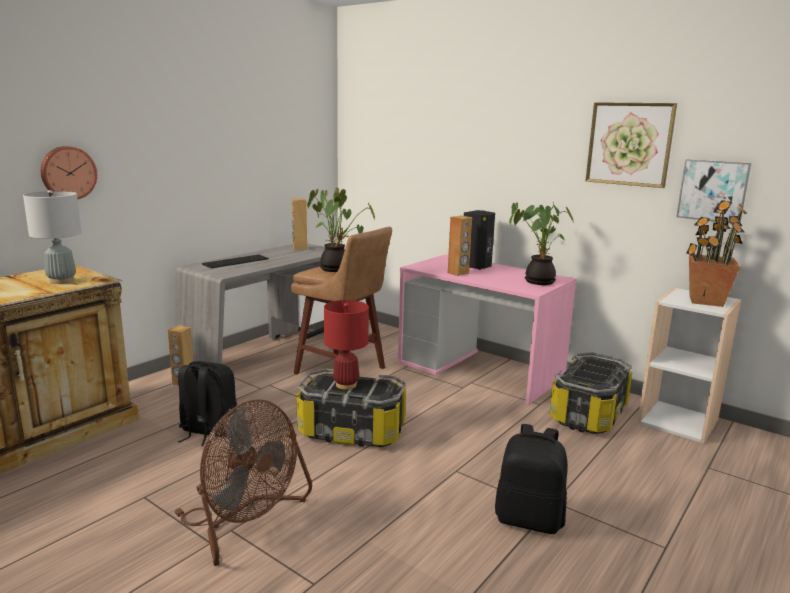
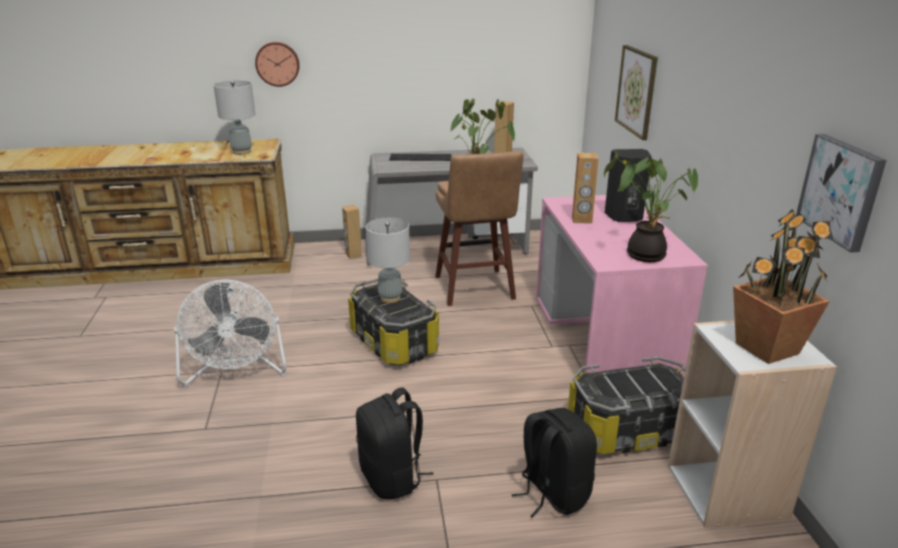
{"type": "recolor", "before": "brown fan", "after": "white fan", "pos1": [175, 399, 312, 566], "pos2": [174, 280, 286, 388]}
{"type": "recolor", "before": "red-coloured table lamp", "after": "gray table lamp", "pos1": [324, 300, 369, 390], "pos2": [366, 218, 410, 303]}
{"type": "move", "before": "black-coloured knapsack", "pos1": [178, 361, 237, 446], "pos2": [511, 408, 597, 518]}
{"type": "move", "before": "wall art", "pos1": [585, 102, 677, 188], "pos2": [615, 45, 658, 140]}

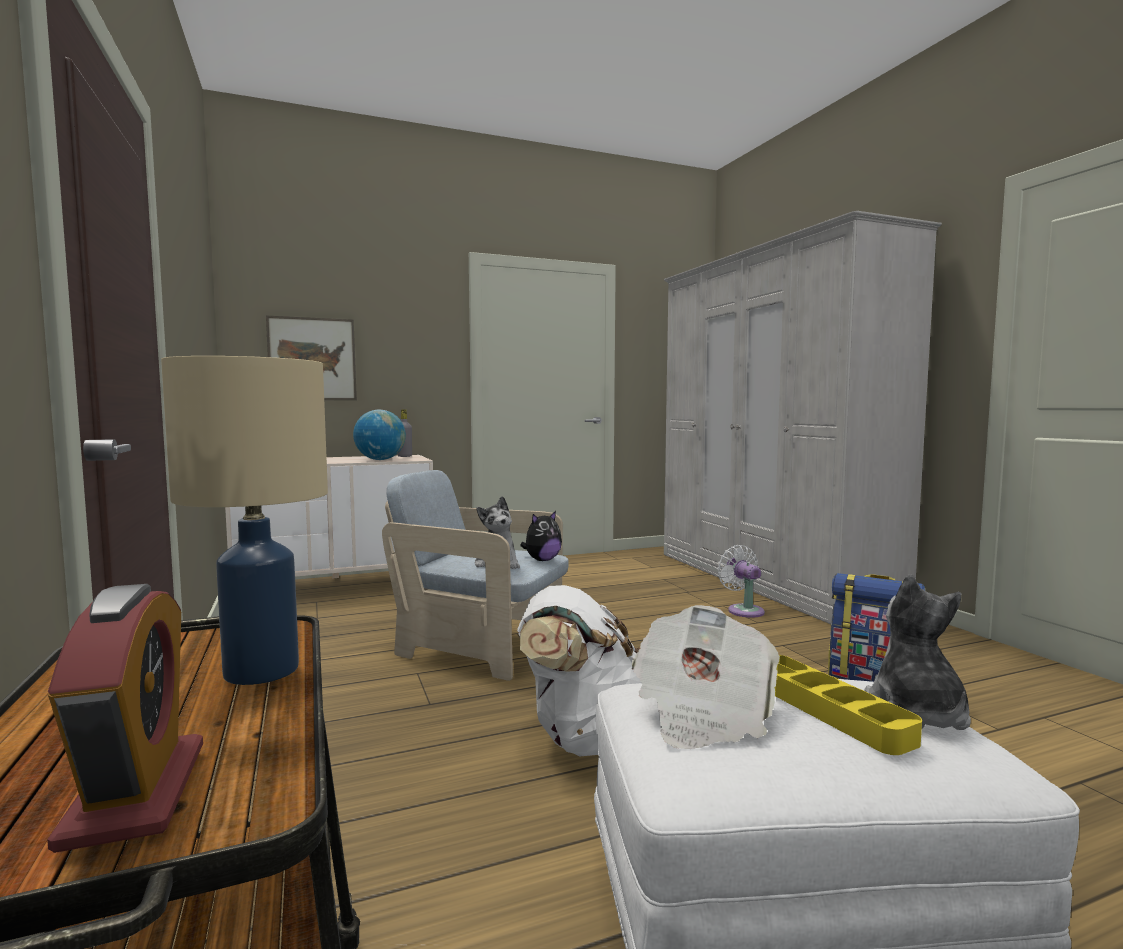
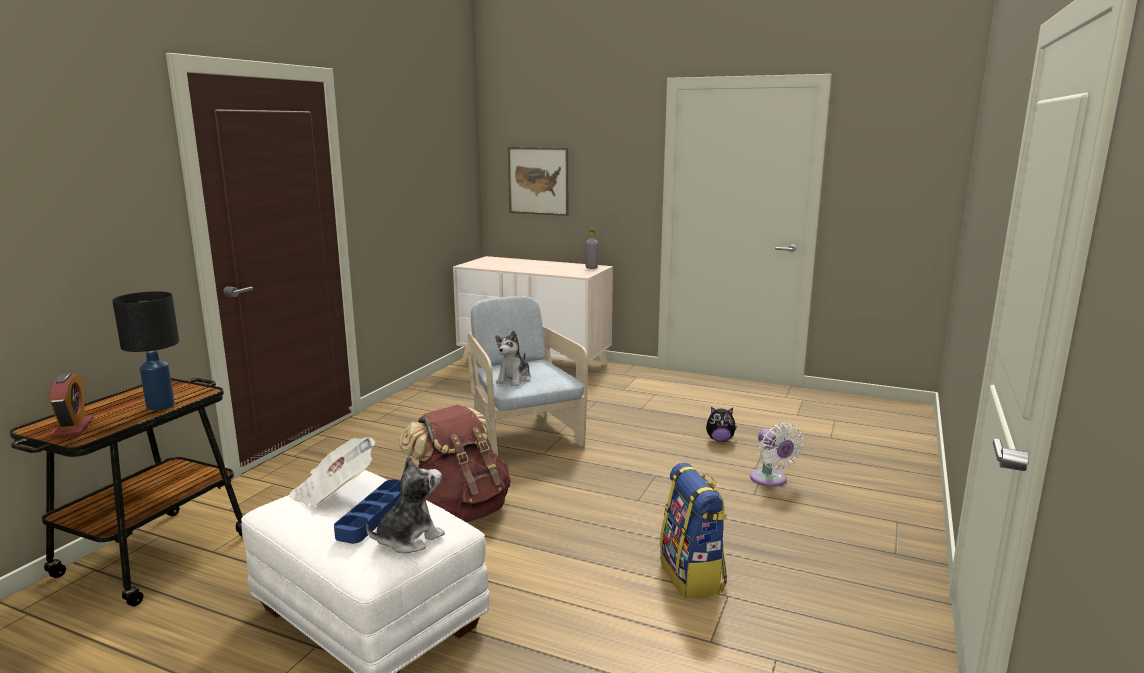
{"type": "rotate", "before": "bedside clock", "pos1": [47, 584, 203, 853], "pos2": [49, 373, 93, 437], "turn": -45}
{"type": "recolor", "before": "beige table lamp", "after": "black-coloured table lamp", "pos1": [161, 356, 328, 685], "pos2": [112, 291, 179, 411]}
{"type": "recolor", "before": "yellow carrying tray", "after": "bluish carrying tray", "pos1": [775, 655, 922, 755], "pos2": [334, 479, 401, 544]}
{"type": "recolor", "before": "white knapsack", "after": "brown knapsack", "pos1": [517, 585, 641, 756], "pos2": [399, 405, 511, 522]}
{"type": "move", "before": "cuddly toy", "pos1": [520, 511, 562, 561], "pos2": [706, 407, 737, 442]}
{"type": "rotate", "before": "white fan", "pos1": [717, 545, 765, 618], "pos2": [750, 423, 803, 487], "turn": 135}
{"type": "delete", "before": "globe", "pos1": [353, 410, 406, 460]}
{"type": "delete", "before": "white armoire", "pos1": [664, 211, 942, 624]}

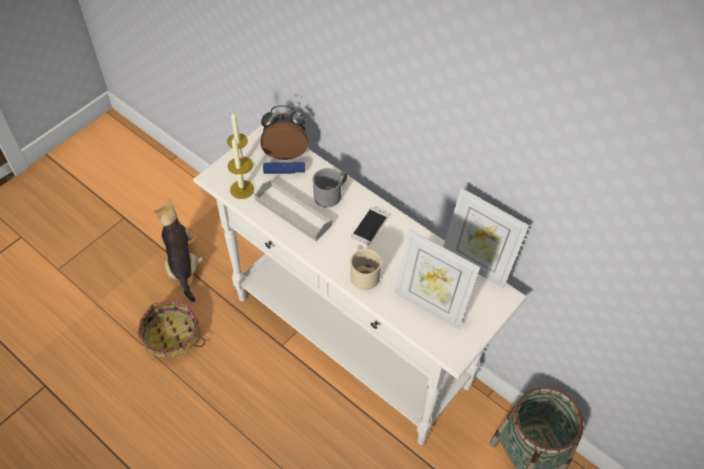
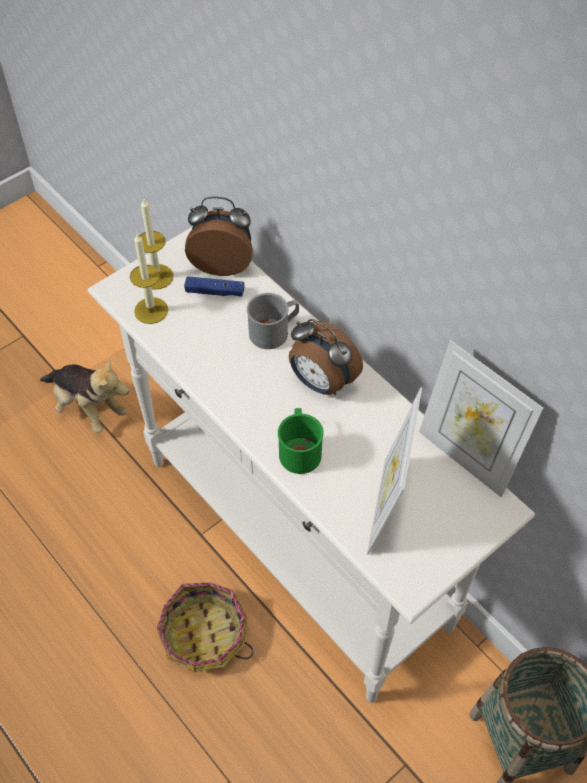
{"type": "rotate", "before": "cuddly toy", "pos1": [154, 199, 204, 302], "pos2": [40, 358, 129, 433], "turn": 135}
{"type": "move", "before": "storage basket", "pos1": [137, 301, 205, 359], "pos2": [157, 582, 253, 672]}
{"type": "recolor", "before": "beige mug", "after": "green mug", "pos1": [350, 245, 382, 290], "pos2": [278, 408, 323, 474]}
{"type": "replace", "before": "phone", "after": "bedside clock", "pos1": [351, 207, 389, 245], "pos2": [289, 319, 363, 395]}
{"type": "rotate", "before": "photo frame", "pos1": [394, 229, 480, 329], "pos2": [367, 387, 422, 554], "turn": 60}
{"type": "delete", "before": "gray carrying tray", "pos1": [255, 180, 332, 241]}

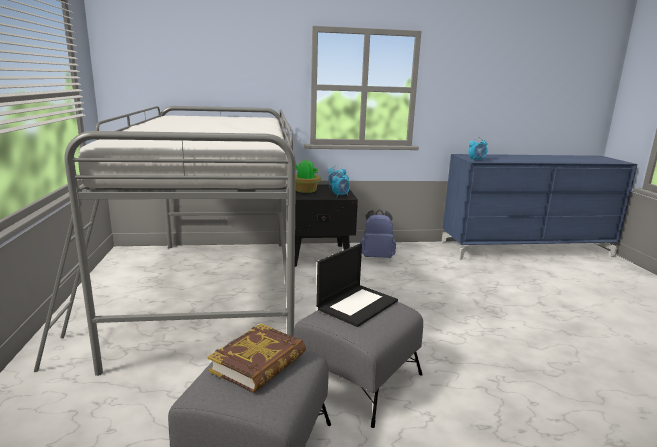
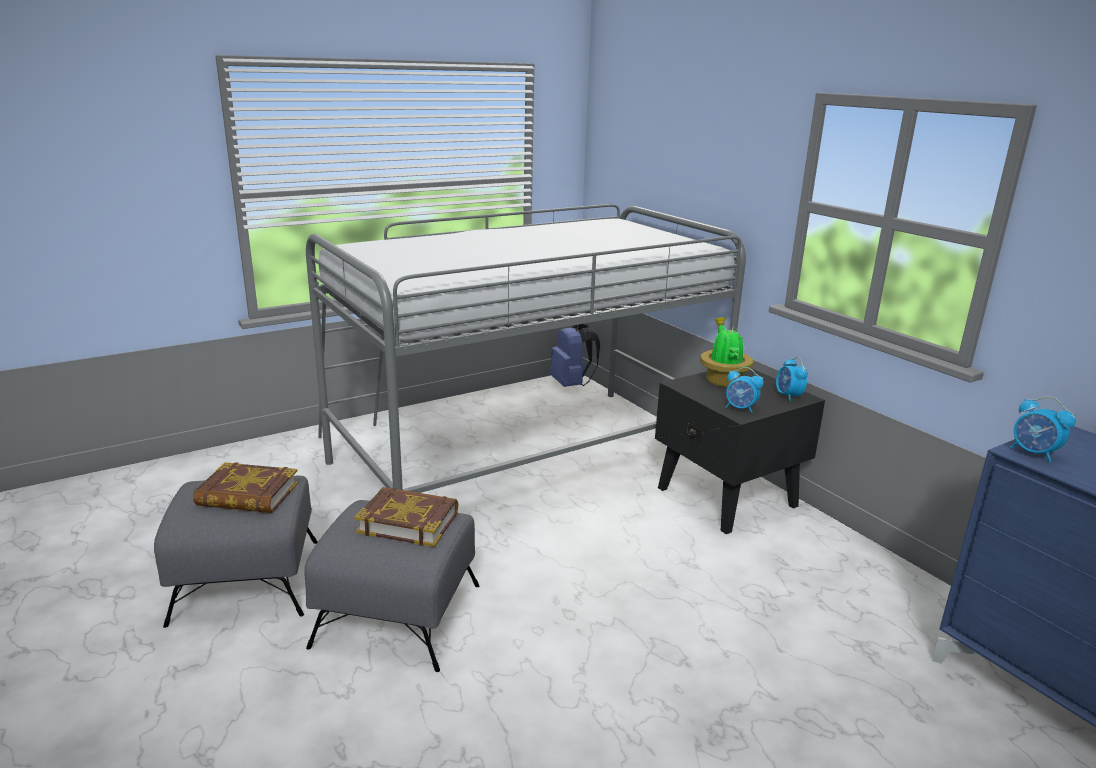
{"type": "replace", "before": "notebook computer", "after": "volume", "pos1": [316, 244, 398, 327], "pos2": [354, 487, 458, 547]}
{"type": "move", "before": "bluish knapsack", "pos1": [360, 209, 396, 258], "pos2": [550, 324, 600, 387]}

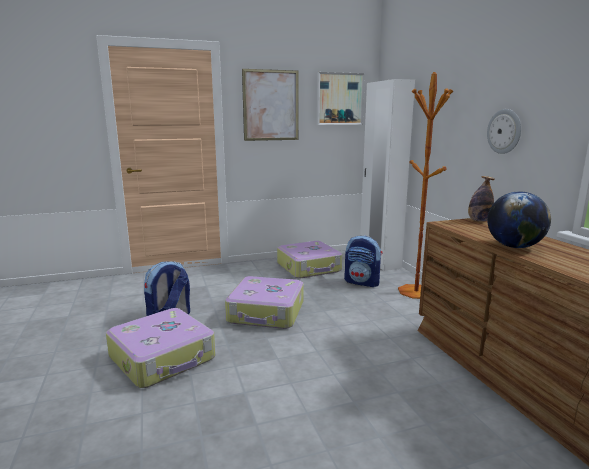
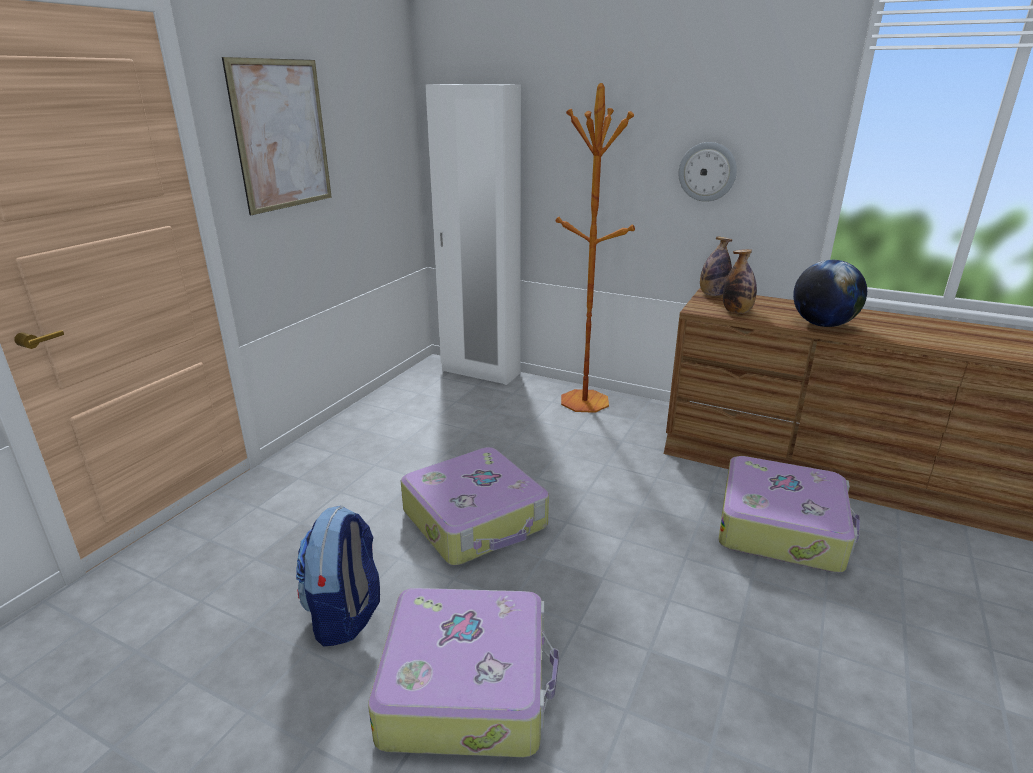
{"type": "move", "before": "travel case", "pos1": [277, 241, 342, 278], "pos2": [719, 456, 860, 573]}
{"type": "insert", "after": "beverage bottle", "pos2": [723, 249, 757, 314]}
{"type": "delete", "before": "wall art", "pos1": [317, 72, 365, 125]}
{"type": "delete", "before": "knapsack", "pos1": [344, 235, 383, 287]}

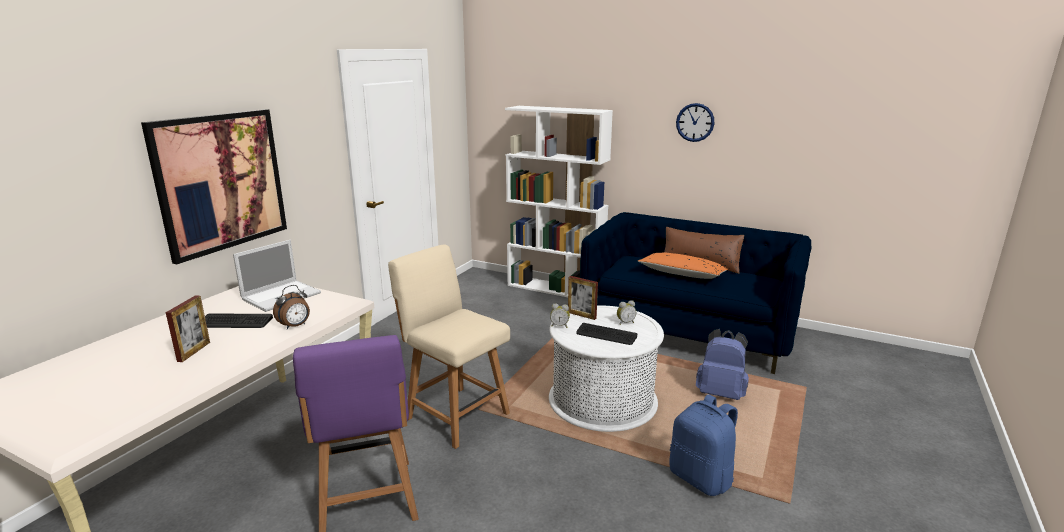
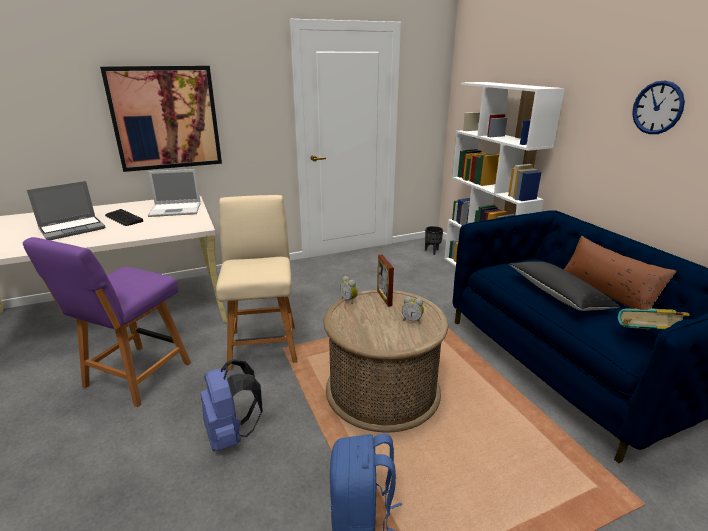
{"type": "replace", "before": "photo frame", "after": "notebook computer", "pos1": [166, 295, 210, 362], "pos2": [27, 181, 105, 240]}
{"type": "move", "before": "bluish knapsack", "pos1": [696, 329, 749, 400], "pos2": [200, 359, 263, 451]}
{"type": "recolor", "before": "white lounge table", "after": "brown lounge table", "pos1": [549, 306, 664, 432], "pos2": [324, 290, 448, 433]}
{"type": "insert", "after": "black-coloured planter", "pos2": [425, 226, 443, 255]}
{"type": "recolor", "before": "orangey cushion", "after": "black-coloured cushion", "pos1": [638, 253, 728, 279], "pos2": [509, 261, 621, 311]}
{"type": "insert", "after": "volume", "pos2": [618, 308, 690, 330]}
{"type": "delete", "before": "bedside clock", "pos1": [273, 285, 310, 330]}
{"type": "delete", "before": "computer keyboard", "pos1": [576, 323, 637, 345]}

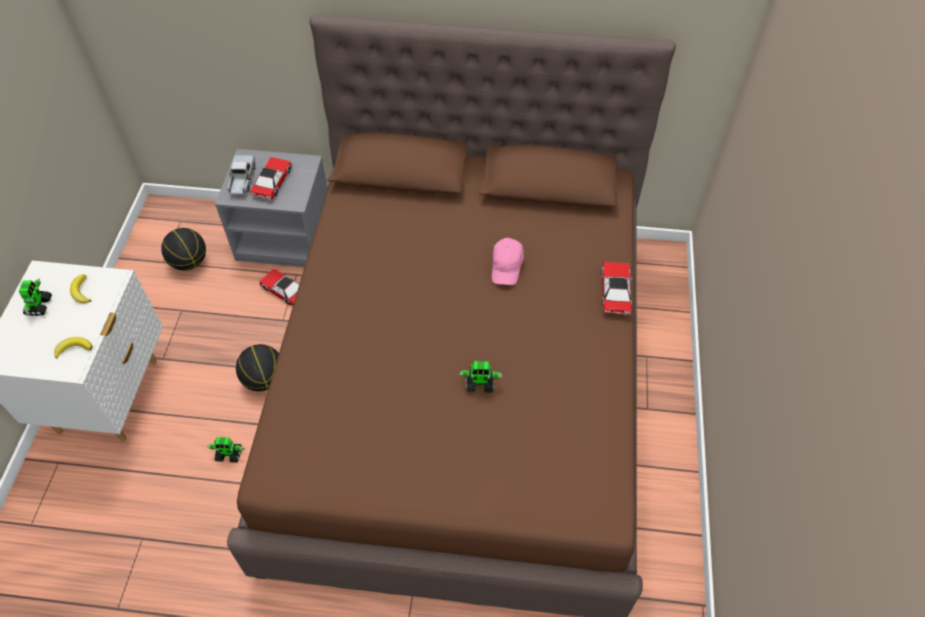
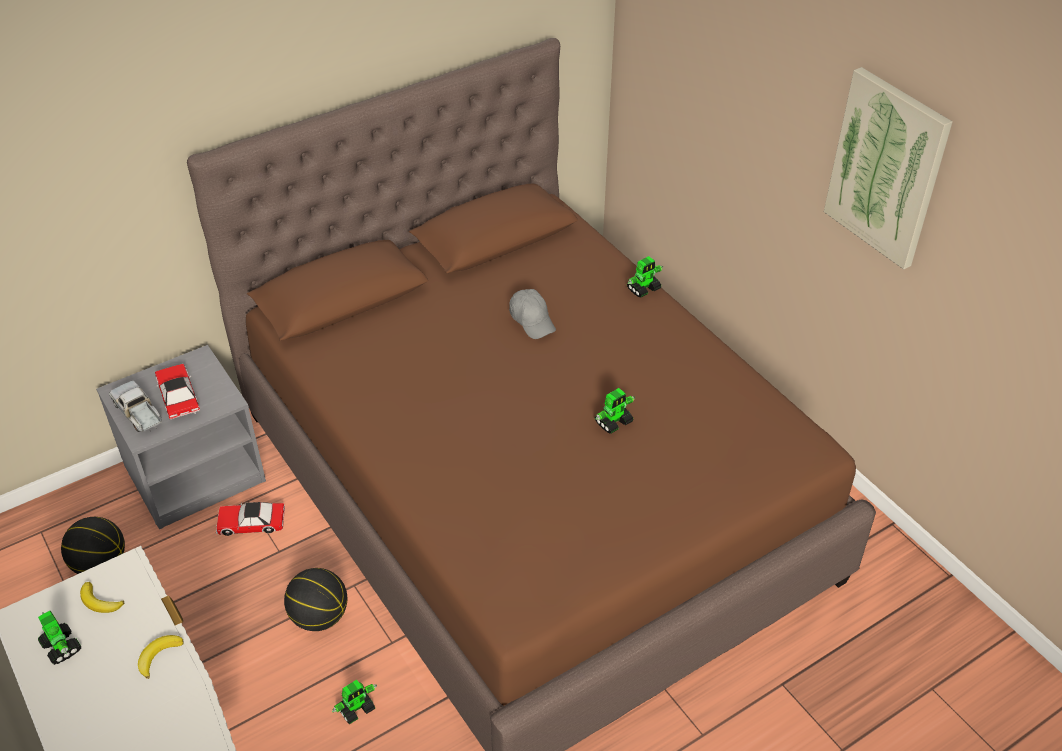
{"type": "recolor", "before": "pink-coloured baseball cap", "after": "gray baseball cap", "pos1": [492, 238, 524, 285], "pos2": [509, 289, 556, 339]}
{"type": "replace", "before": "model car", "after": "robot figure", "pos1": [601, 262, 633, 315], "pos2": [627, 256, 663, 297]}
{"type": "insert", "after": "wall art", "pos2": [824, 67, 953, 270]}

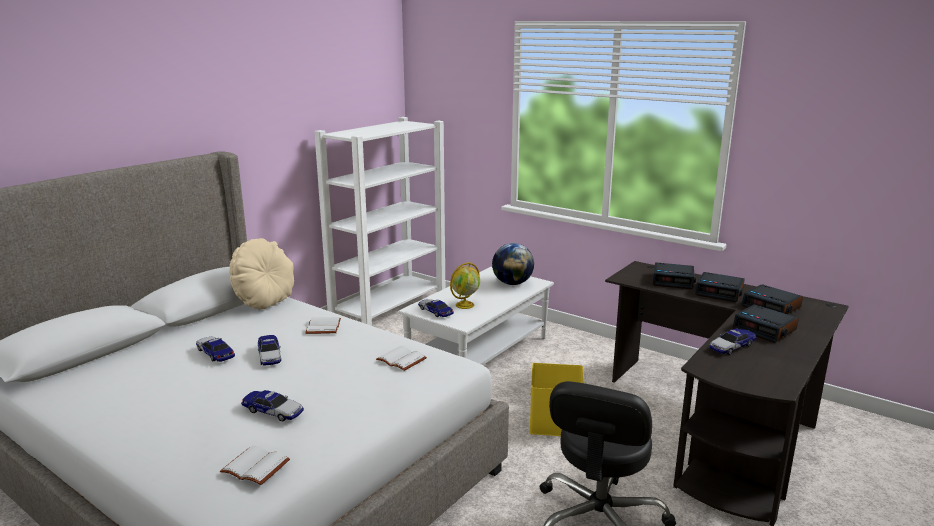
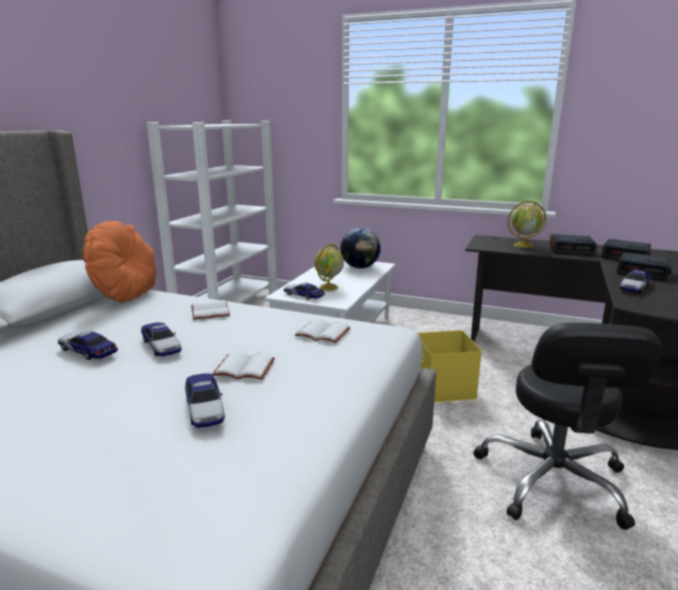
{"type": "recolor", "before": "beige cushion", "after": "orangey cushion", "pos1": [229, 238, 294, 309], "pos2": [83, 221, 156, 303]}
{"type": "rotate", "before": "model car", "pos1": [241, 390, 304, 421], "pos2": [185, 373, 225, 428], "turn": 60}
{"type": "move", "before": "white volume", "pos1": [220, 446, 290, 485], "pos2": [212, 351, 275, 380]}
{"type": "replace", "before": "bedside clock", "after": "globe", "pos1": [653, 262, 696, 289], "pos2": [508, 201, 546, 248]}

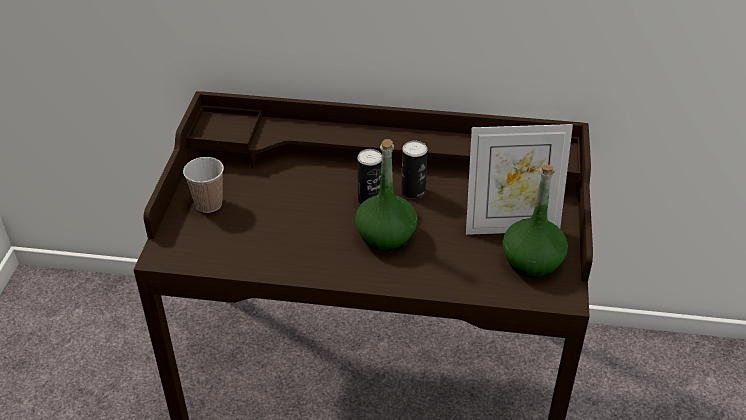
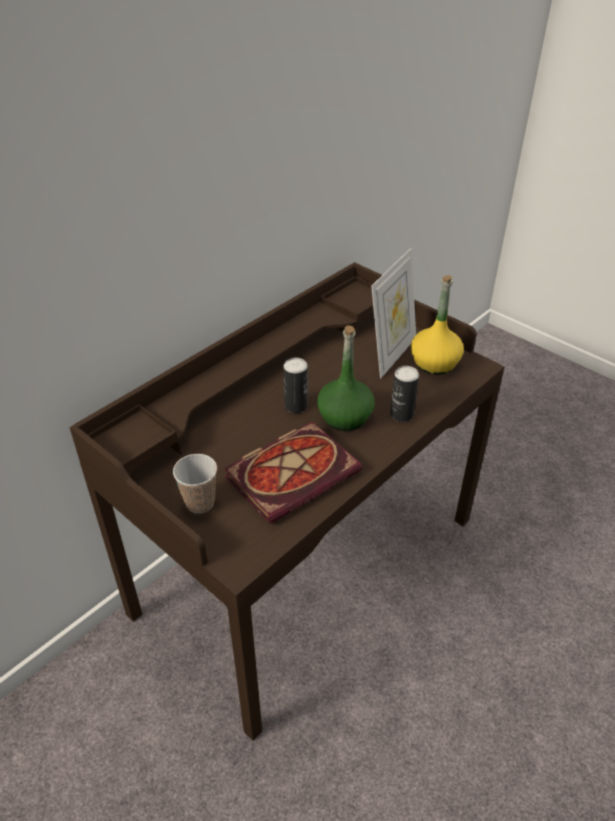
{"type": "insert", "after": "volume", "pos2": [224, 421, 362, 524]}
{"type": "move", "before": "metal can", "pos1": [401, 141, 428, 199], "pos2": [390, 366, 419, 422]}
{"type": "recolor", "before": "green beverage bottle", "after": "yellow beverage bottle", "pos1": [503, 165, 568, 278], "pos2": [411, 276, 464, 375]}

